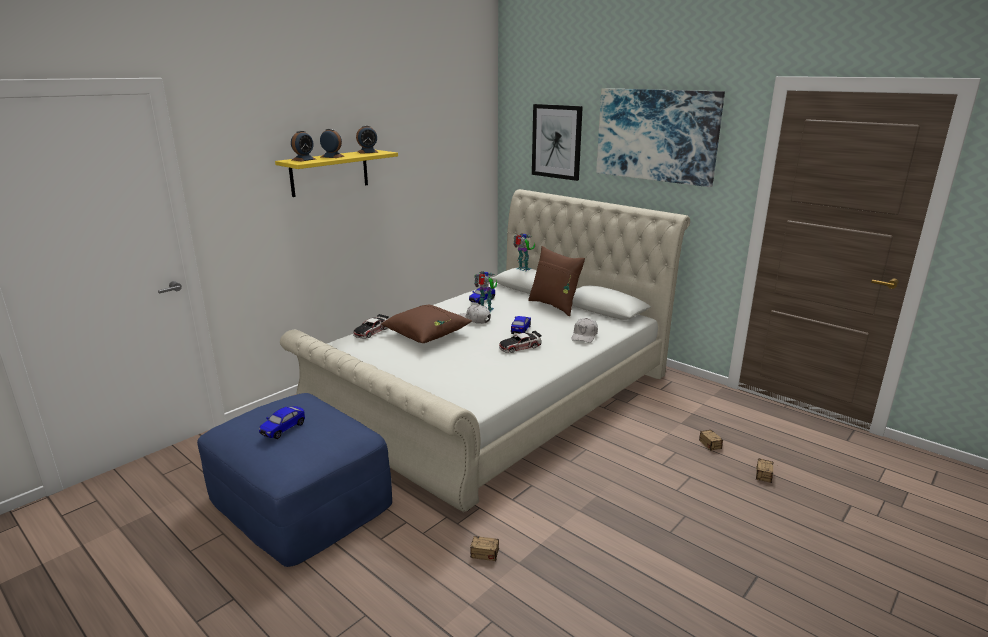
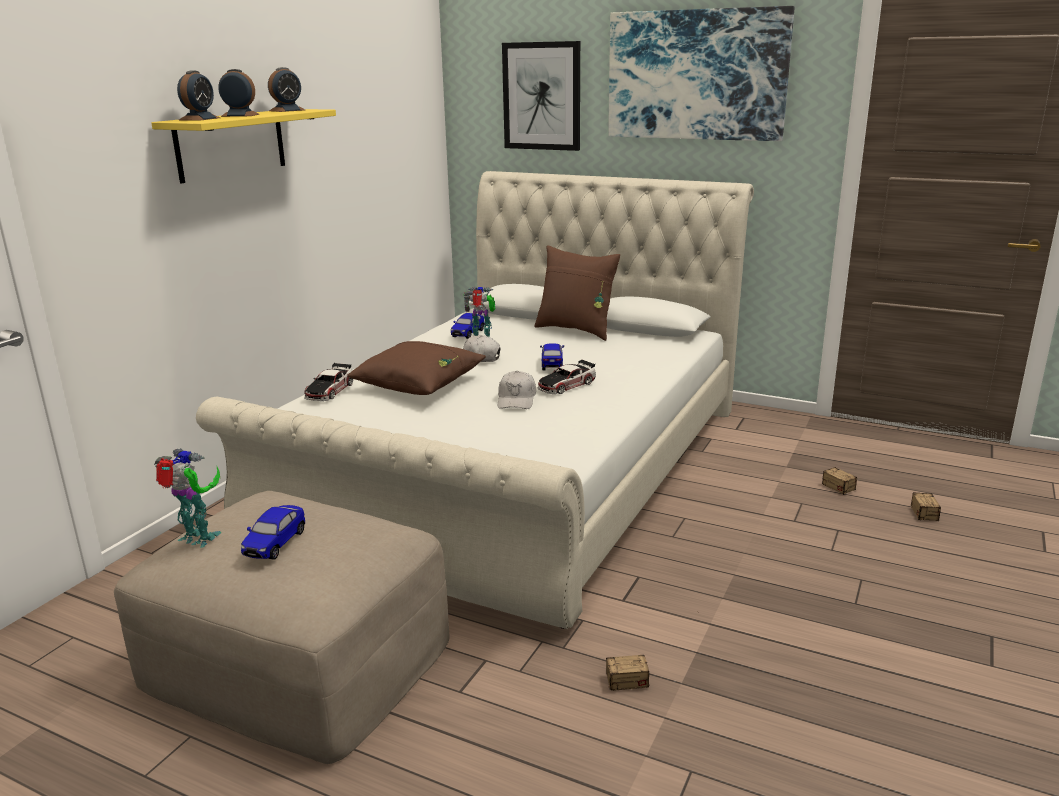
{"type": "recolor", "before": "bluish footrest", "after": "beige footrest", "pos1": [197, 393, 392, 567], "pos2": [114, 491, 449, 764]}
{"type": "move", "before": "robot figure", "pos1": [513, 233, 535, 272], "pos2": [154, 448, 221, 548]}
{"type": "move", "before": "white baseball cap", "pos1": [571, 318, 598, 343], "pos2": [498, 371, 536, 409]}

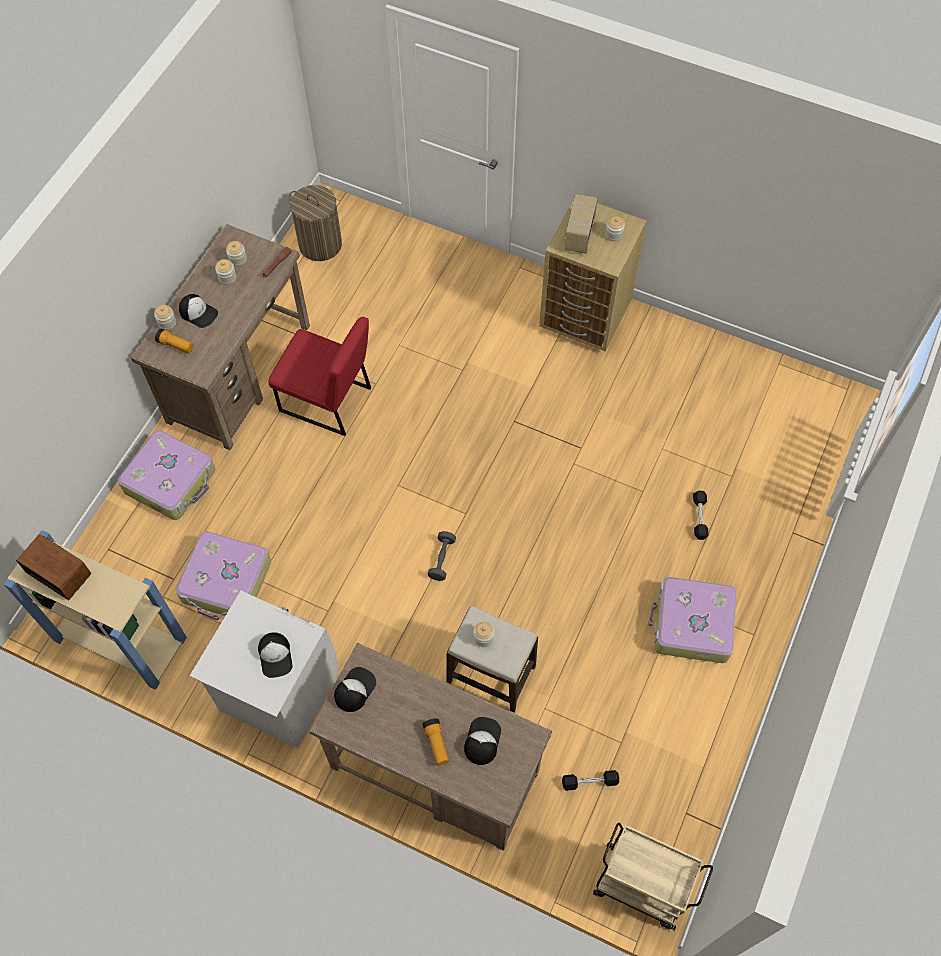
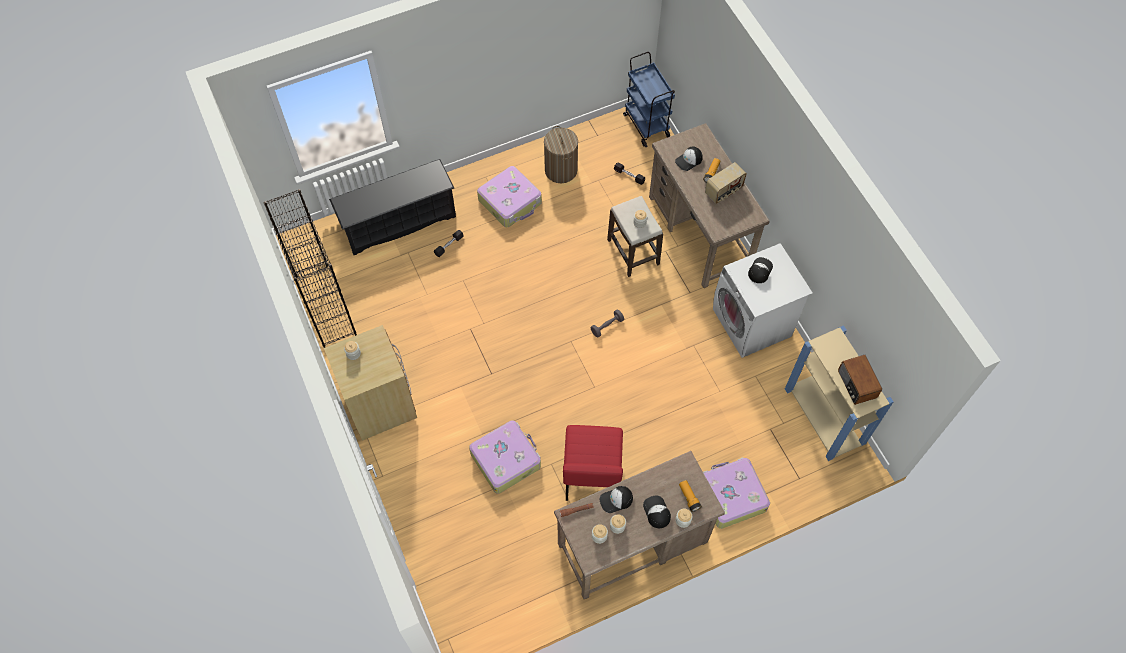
{"type": "insert", "after": "black-coloured bookshelf", "pos2": [264, 189, 357, 348]}
{"type": "insert", "after": "black-coloured shoe shelf", "pos2": [329, 159, 456, 255]}
{"type": "move", "before": "travel case", "pos1": [176, 531, 271, 620], "pos2": [469, 420, 541, 494]}
{"type": "move", "before": "washing basket", "pos1": [289, 185, 342, 261], "pos2": [544, 126, 578, 183]}
{"type": "rotate", "before": "red-coloured plain chair", "pos1": [268, 317, 371, 436], "pos2": [563, 425, 623, 501], "turn": -150}
{"type": "move", "before": "baseball cap", "pos1": [334, 667, 376, 712], "pos2": [600, 486, 633, 513]}
{"type": "recolor", "before": "beige wheeled cart", "after": "bluish wheeled cart", "pos1": [593, 823, 713, 931], "pos2": [623, 52, 675, 147]}
{"type": "move", "before": "radio set", "pos1": [564, 193, 598, 254], "pos2": [705, 162, 747, 204]}

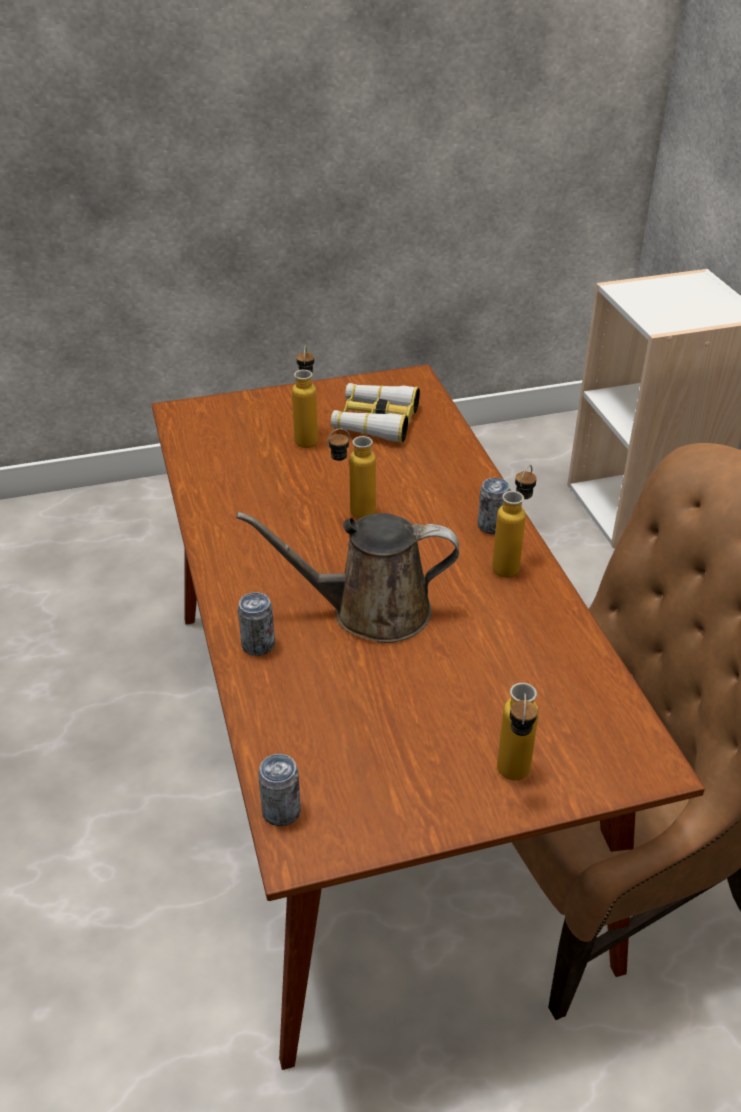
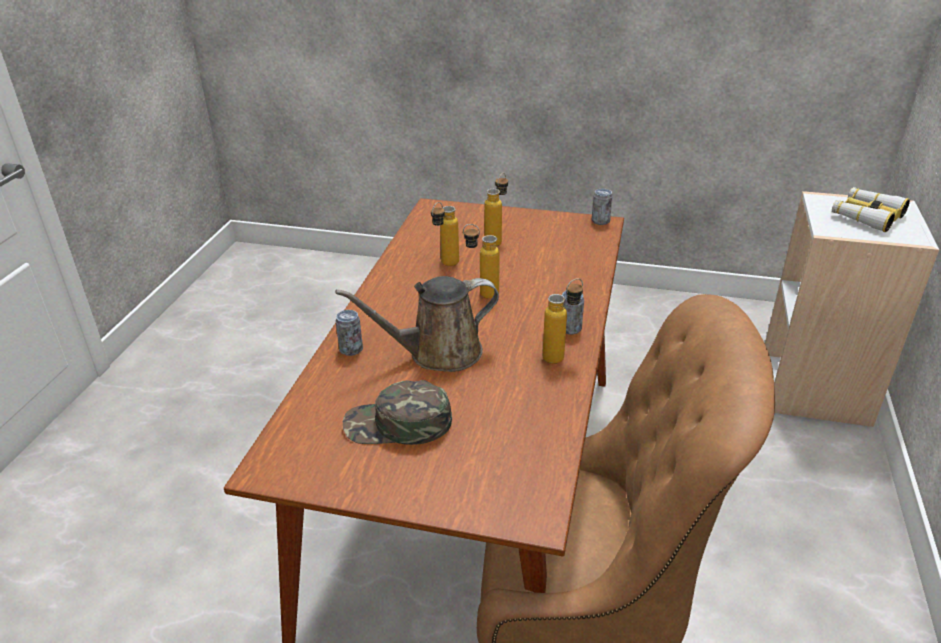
{"type": "rotate", "before": "brown watering can", "pos1": [236, 512, 459, 643], "pos2": [335, 276, 499, 372], "turn": -45}
{"type": "insert", "after": "green baseball cap", "pos2": [343, 380, 452, 445]}
{"type": "move", "before": "beverage bottle", "pos1": [497, 683, 539, 780], "pos2": [431, 202, 459, 266]}
{"type": "move", "before": "metal can", "pos1": [258, 754, 301, 826], "pos2": [592, 188, 613, 225]}
{"type": "move", "before": "binoculars", "pos1": [331, 383, 420, 443], "pos2": [832, 187, 910, 232]}

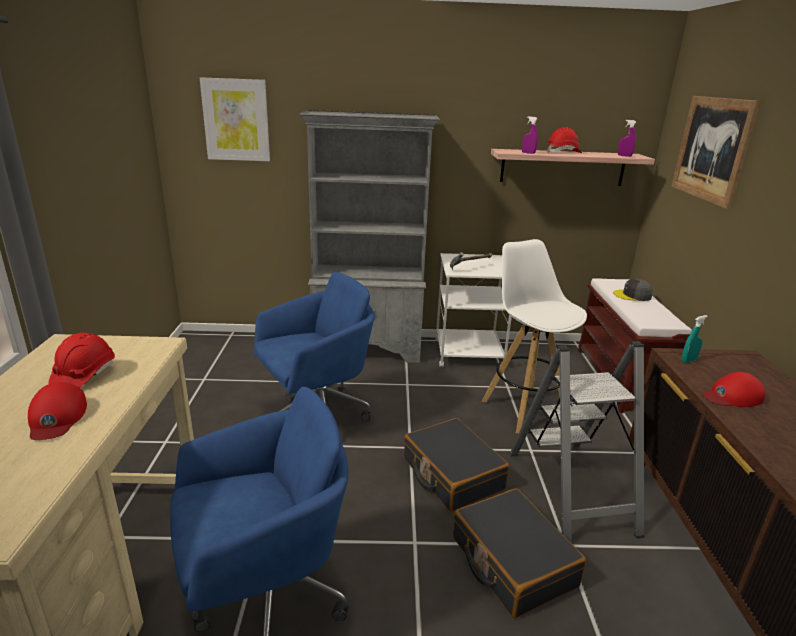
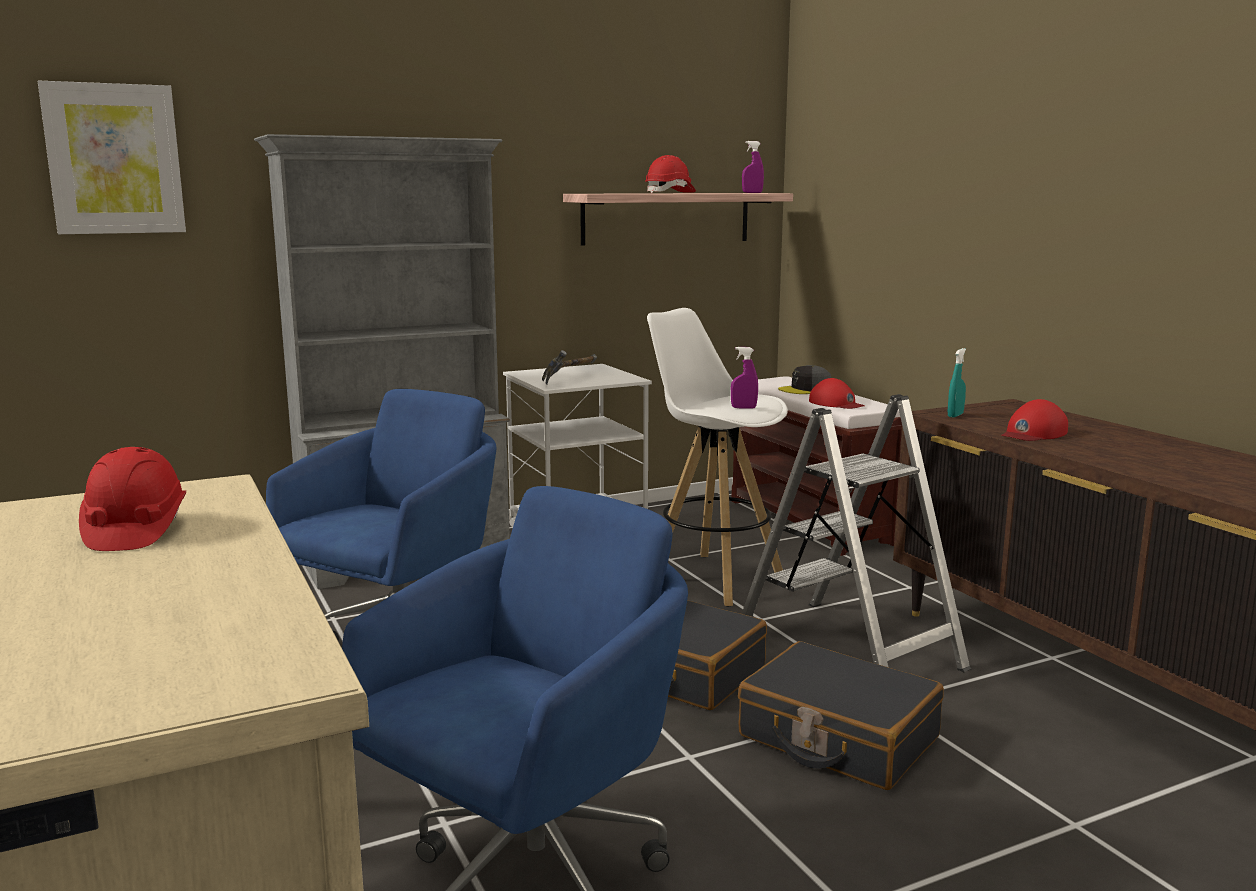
{"type": "move", "before": "purple-coloured spray bottle", "pos1": [522, 116, 538, 154], "pos2": [731, 347, 758, 409]}
{"type": "move", "before": "red-coloured baseball cap", "pos1": [28, 382, 87, 440], "pos2": [809, 378, 865, 409]}
{"type": "delete", "before": "wall art", "pos1": [671, 96, 761, 209]}

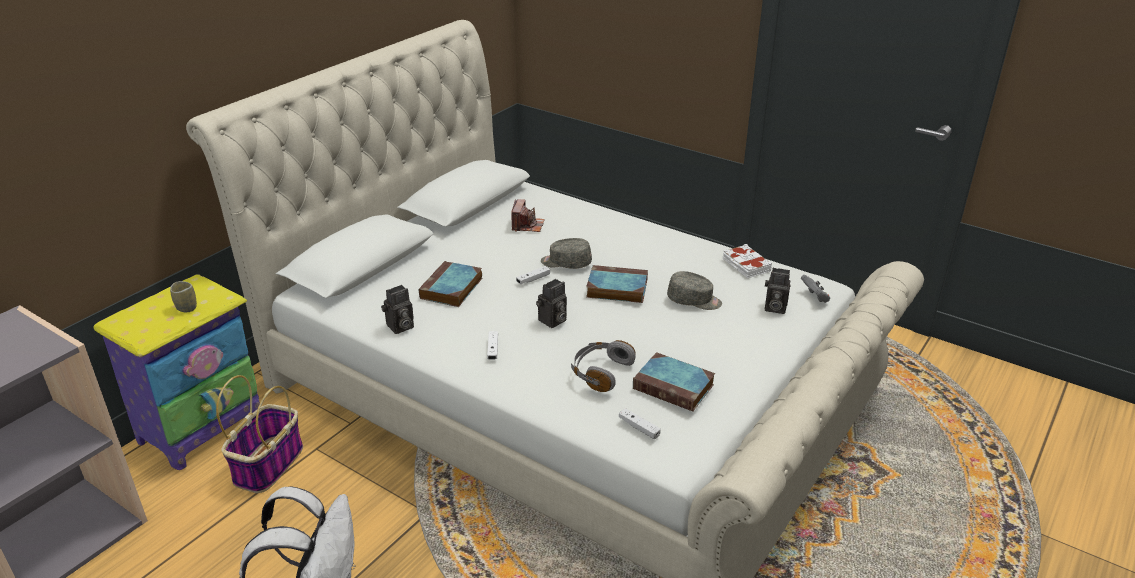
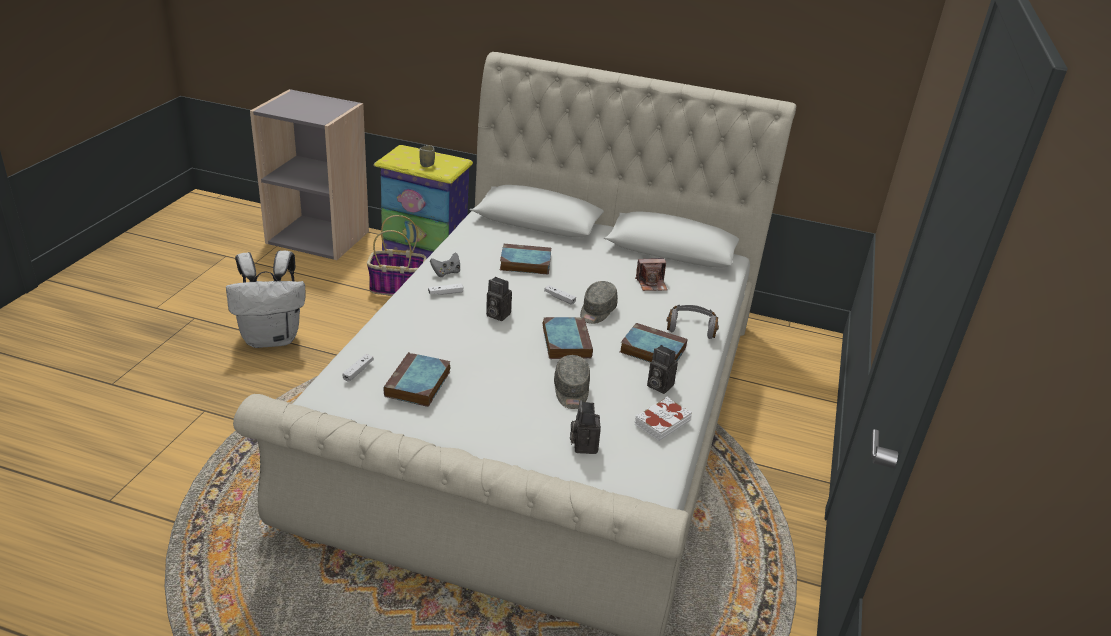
{"type": "move", "before": "gray gamepad", "pos1": [801, 275, 830, 303], "pos2": [430, 252, 460, 277]}
{"type": "rotate", "before": "gray baseball cap", "pos1": [541, 238, 592, 269], "pos2": [580, 281, 618, 324], "turn": -150}
{"type": "insert", "after": "volume", "pos2": [620, 323, 688, 362]}
{"type": "move", "before": "photo camera", "pos1": [381, 285, 414, 334], "pos2": [647, 345, 678, 394]}
{"type": "move", "before": "gray pair of headphones", "pos1": [571, 340, 636, 392], "pos2": [666, 305, 719, 339]}

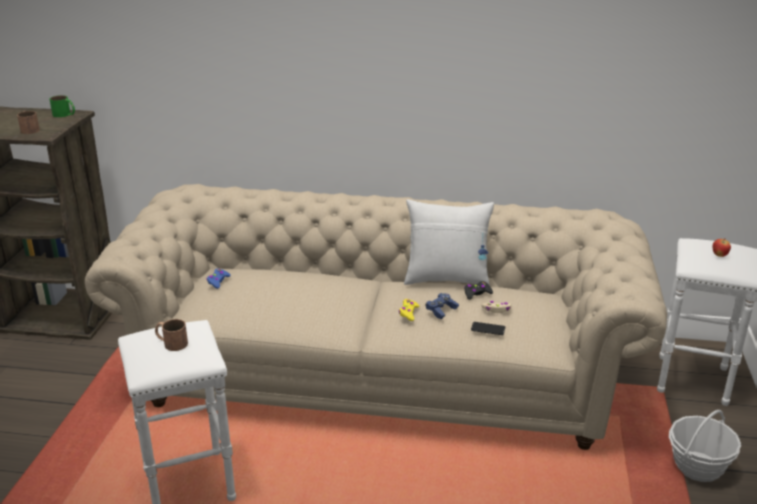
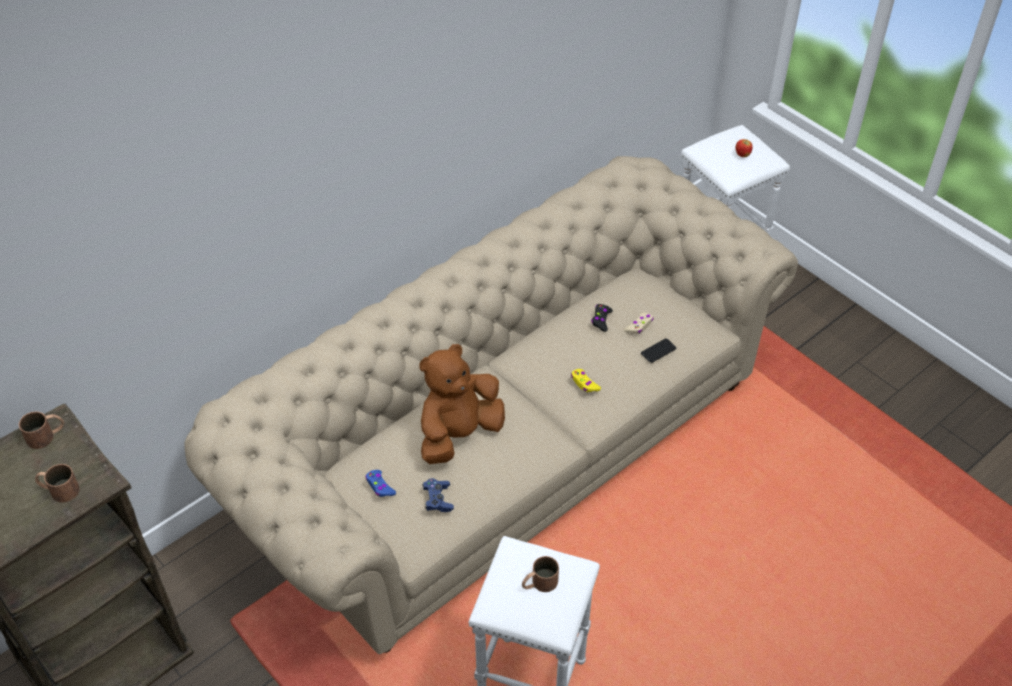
{"type": "recolor", "before": "green mug", "after": "brown mug", "pos1": [50, 95, 75, 117], "pos2": [19, 412, 64, 449]}
{"type": "insert", "after": "brown cuddly toy", "pos2": [420, 344, 505, 464]}
{"type": "move", "before": "bluish gamepad", "pos1": [425, 293, 459, 319], "pos2": [422, 478, 454, 512]}
{"type": "delete", "before": "gray cushion", "pos1": [404, 199, 494, 286]}
{"type": "delete", "before": "storage basket", "pos1": [669, 410, 741, 482]}

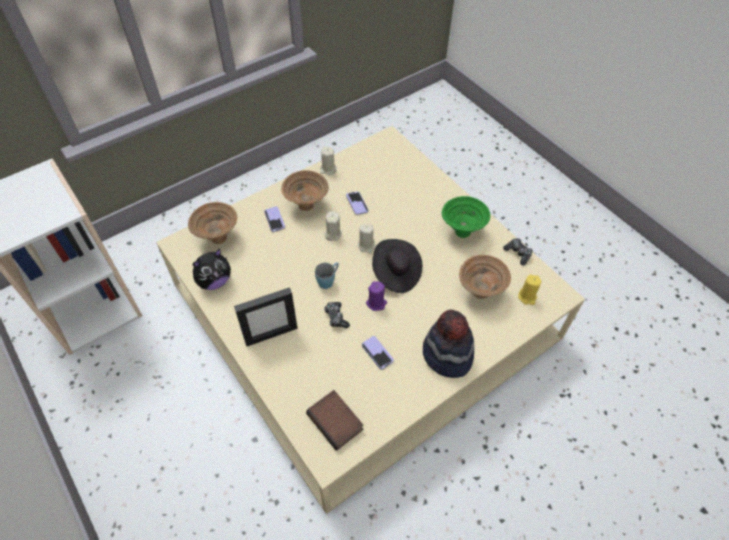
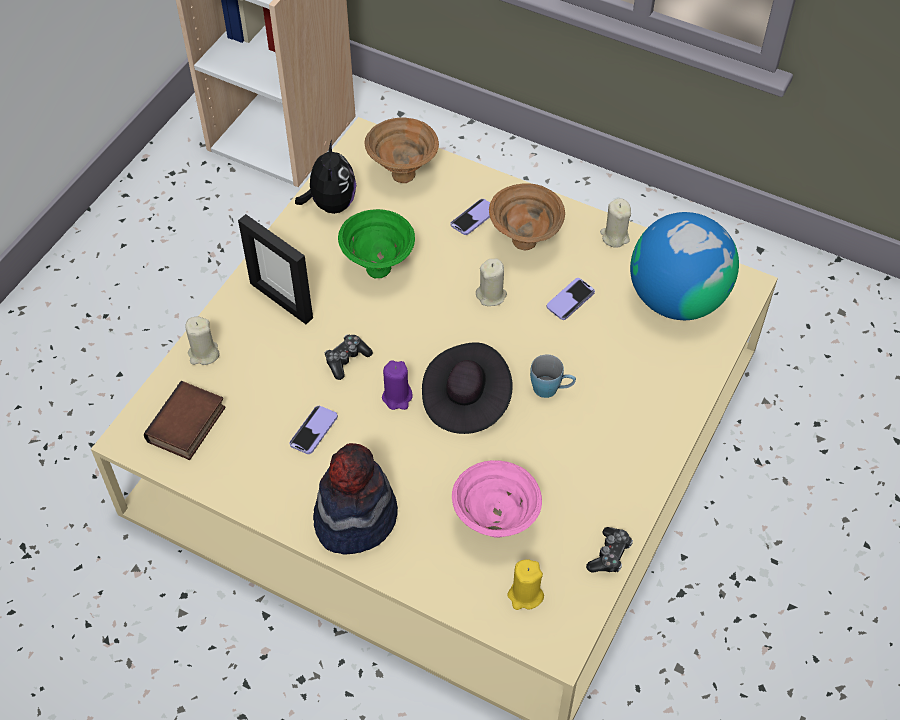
{"type": "move", "before": "beige wax light", "pos1": [358, 223, 375, 253], "pos2": [185, 317, 220, 365]}
{"type": "rotate", "before": "cuddly toy", "pos1": [193, 249, 231, 290], "pos2": [295, 140, 356, 214], "turn": -120}
{"type": "move", "before": "green deep dish", "pos1": [442, 196, 490, 238], "pos2": [338, 209, 415, 278]}
{"type": "recolor", "before": "brown deep dish", "after": "pink-coloured deep dish", "pos1": [459, 255, 511, 299], "pos2": [452, 460, 542, 538]}
{"type": "move", "before": "bluish mug", "pos1": [315, 262, 339, 289], "pos2": [530, 354, 576, 398]}
{"type": "insert", "after": "globe", "pos2": [630, 212, 739, 320]}

